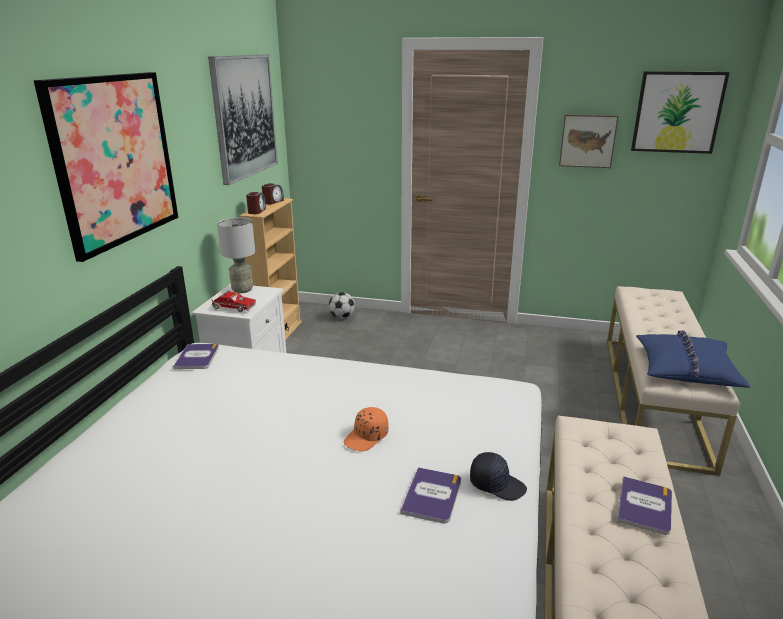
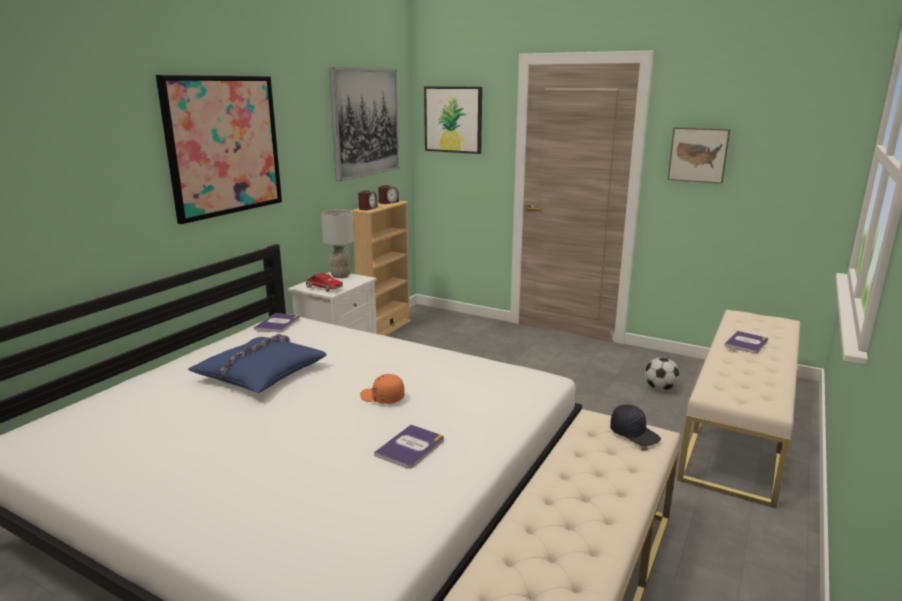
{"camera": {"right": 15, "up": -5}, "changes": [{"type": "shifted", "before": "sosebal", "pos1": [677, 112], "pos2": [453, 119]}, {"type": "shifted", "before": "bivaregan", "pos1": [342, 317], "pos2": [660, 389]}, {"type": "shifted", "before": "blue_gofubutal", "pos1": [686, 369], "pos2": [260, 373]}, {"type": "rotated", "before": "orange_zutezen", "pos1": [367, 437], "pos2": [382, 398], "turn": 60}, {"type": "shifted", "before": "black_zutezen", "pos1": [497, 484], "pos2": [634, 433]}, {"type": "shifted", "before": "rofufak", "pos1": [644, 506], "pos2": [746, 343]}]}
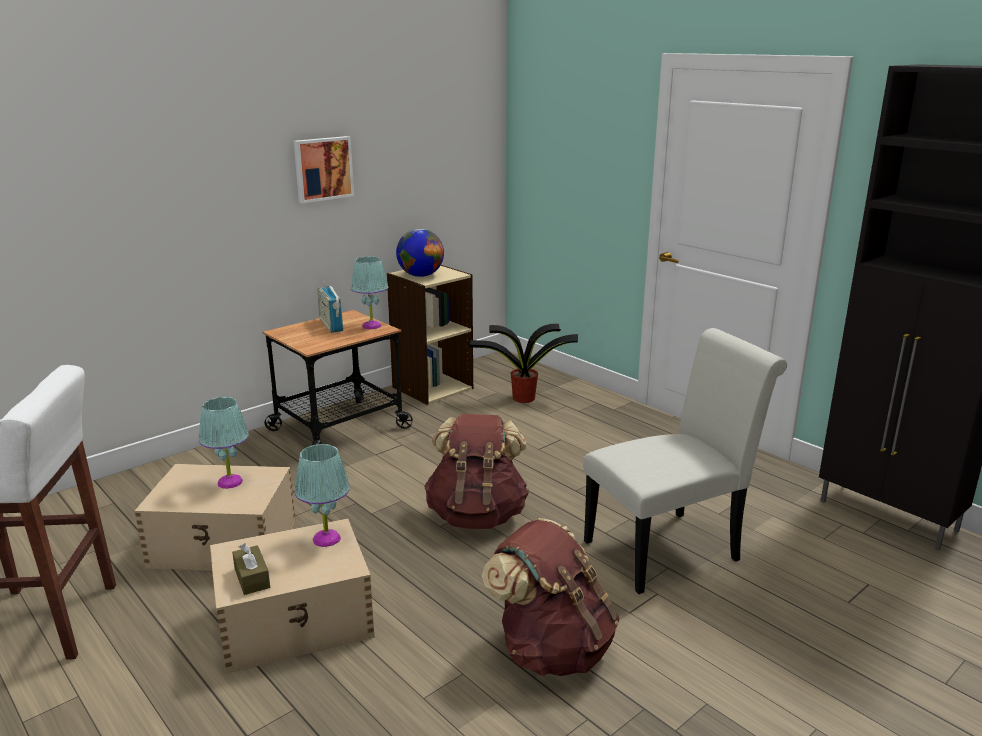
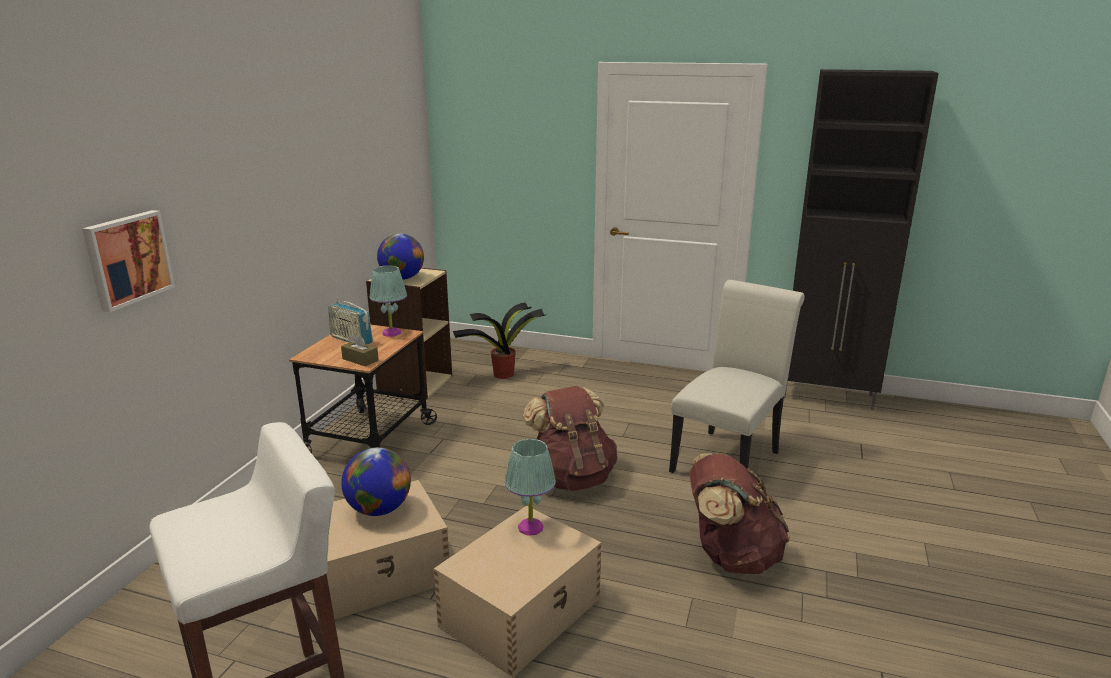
{"camera": {"right": -30, "up": 0}, "changes": [{"type": "shifted", "before": "sosebal", "pos1": [322, 168], "pos2": [127, 259]}, {"type": "swapped", "before": "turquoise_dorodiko", "after": "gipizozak", "pos1": [230, 482], "pos2": [379, 509]}, {"type": "shifted", "before": "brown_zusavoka", "pos1": [252, 578], "pos2": [360, 360]}]}
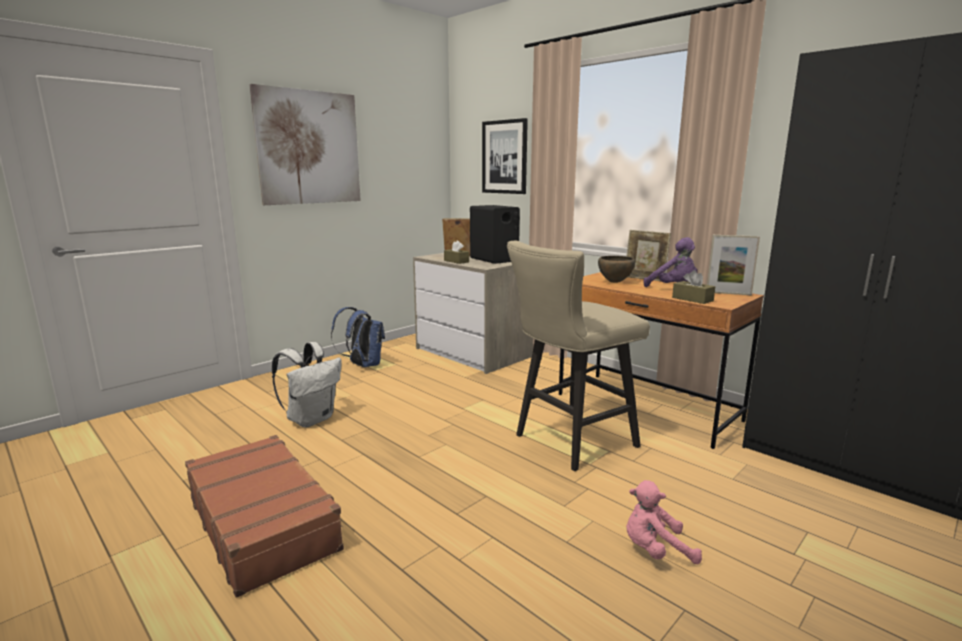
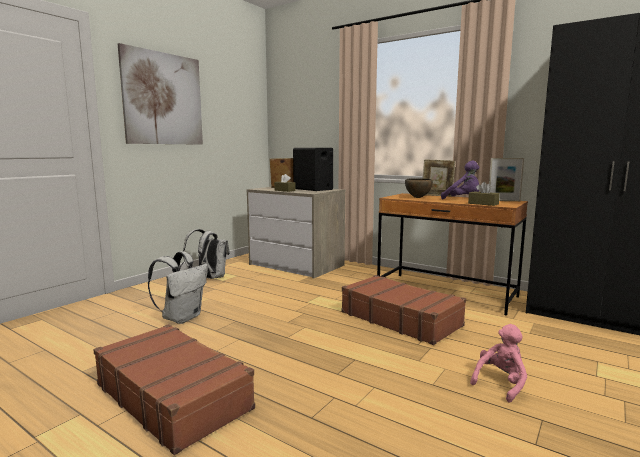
{"camera": {"right": -10, "up": -5}, "changes": [{"type": "gone", "before": "sosebal", "pos1": [504, 157]}, {"type": "swapped", "before": "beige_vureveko", "after": "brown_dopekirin", "pos1": [569, 442], "pos2": [400, 319]}, {"type": "repainted", "before": "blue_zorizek", "after": "white_zorizek", "pos1": [362, 365], "pos2": [209, 278]}, {"type": "rotated", "before": "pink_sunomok", "pos1": [655, 550], "pos2": [500, 383], "turn": 150}]}
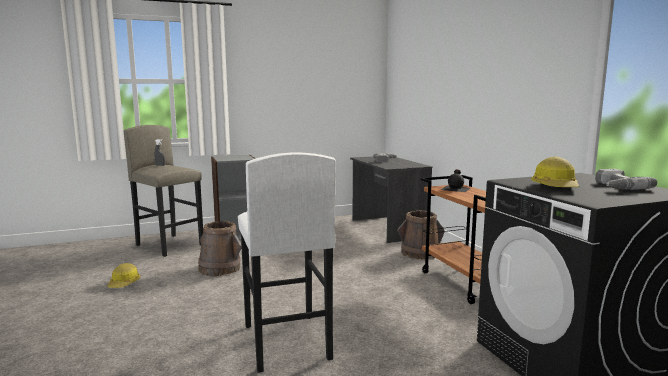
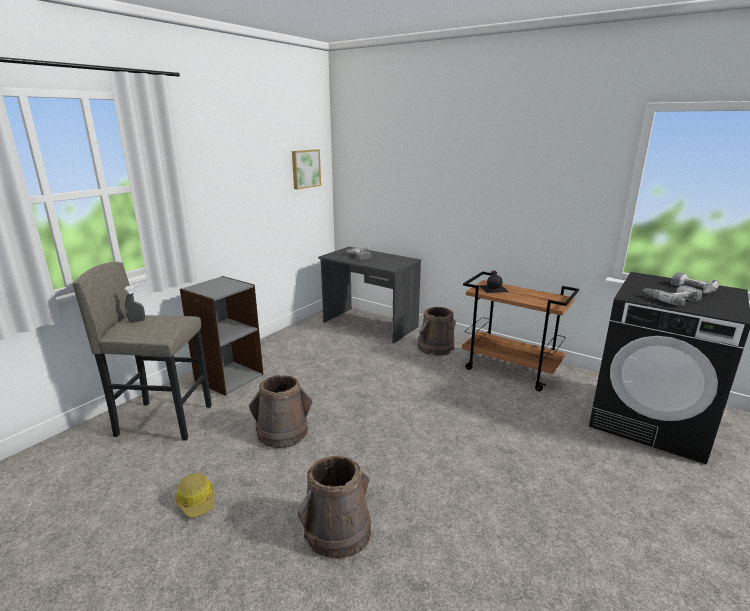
{"camera": {"right": -35, "up": 10}, "changes": [{"type": "gone", "before": "white_vureveko", "pos1": [285, 342]}, {"type": "swapped", "before": "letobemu", "after": "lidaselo", "pos1": [555, 187], "pos2": [671, 298]}, {"type": "new", "after": "sosebal", "pos2": [305, 168]}, {"type": "new", "after": "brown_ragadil", "pos2": [338, 531]}]}
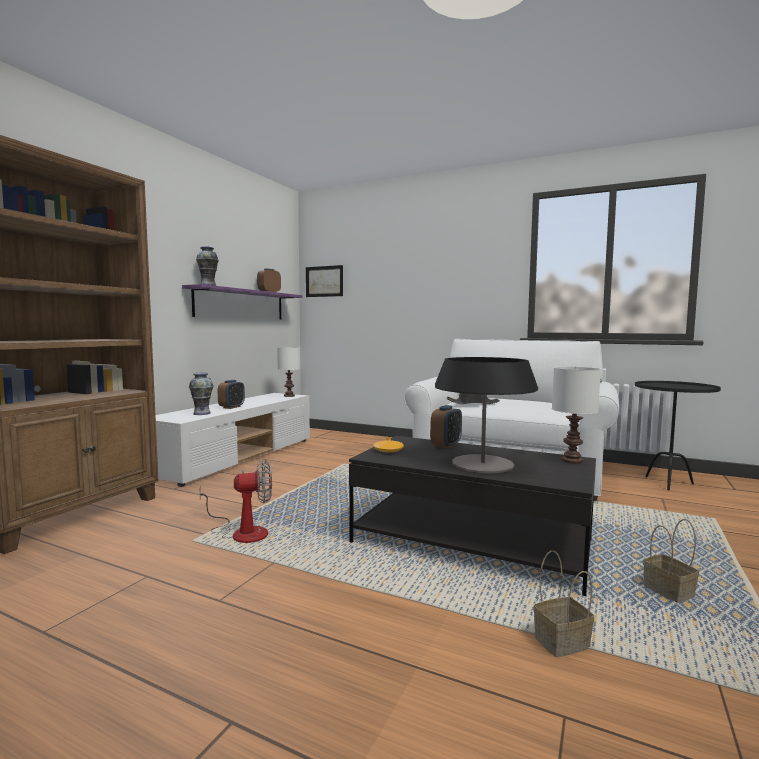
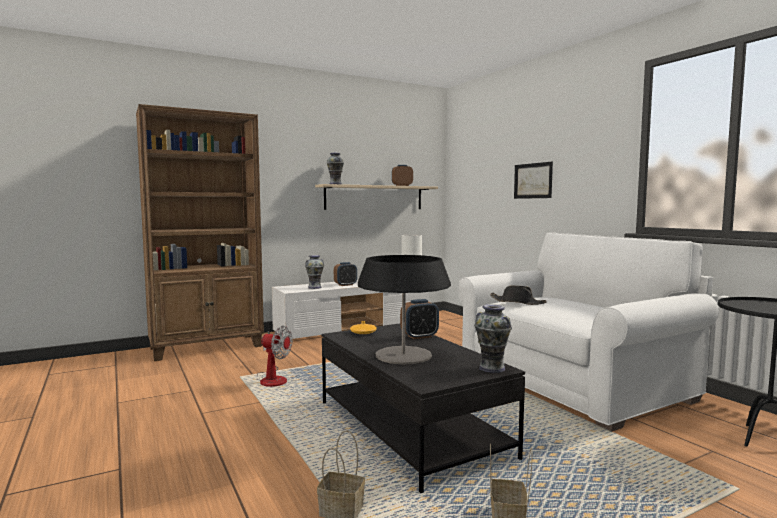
{"camera": {"right": 35, "up": 0}, "changes": [{"type": "shifted", "before": "sosebal", "pos1": [324, 281], "pos2": [533, 180]}, {"type": "repainted", "before": "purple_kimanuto", "after": "beige_kimanuto", "pos1": [241, 304], "pos2": [374, 197]}, {"type": "swapped", "before": "white_dorodiko", "after": "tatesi", "pos1": [573, 461], "pos2": [491, 368]}]}
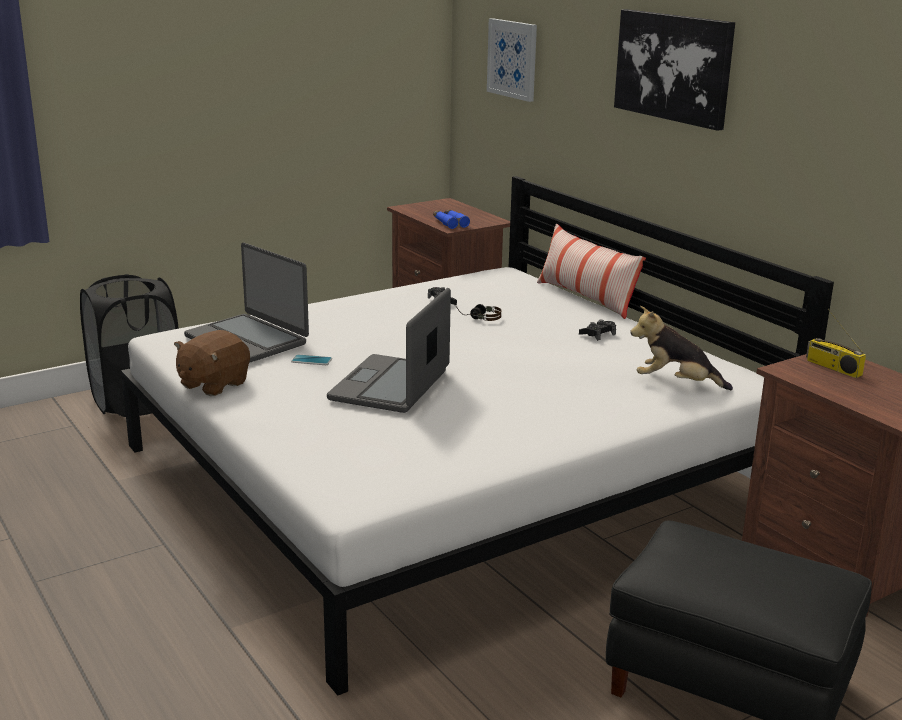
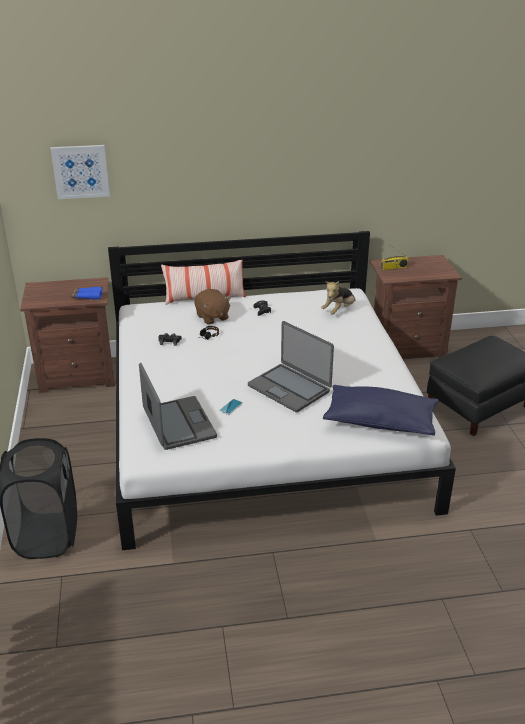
{"camera": {"right": -65, "up": 10}, "changes": [{"type": "gone", "before": "sosebal", "pos1": [674, 67]}, {"type": "rotated", "before": "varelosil", "pos1": [247, 340], "pos2": [178, 424], "turn": -90}, {"type": "shifted", "before": "brown_sunomok", "pos1": [213, 384], "pos2": [212, 317]}, {"type": "new", "after": "blue_gofubutal", "pos2": [380, 422]}]}
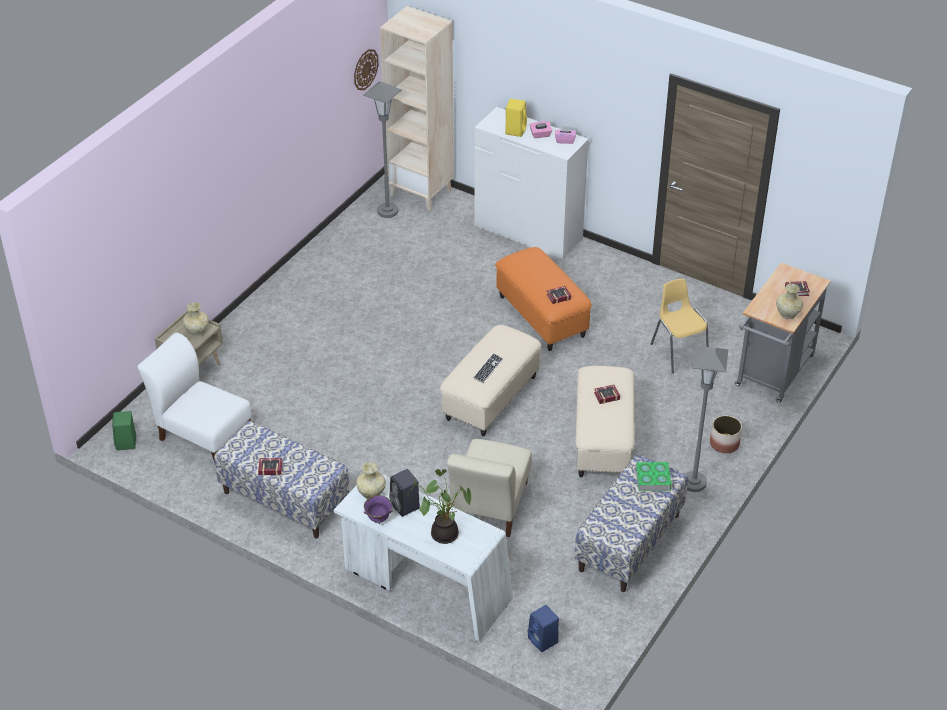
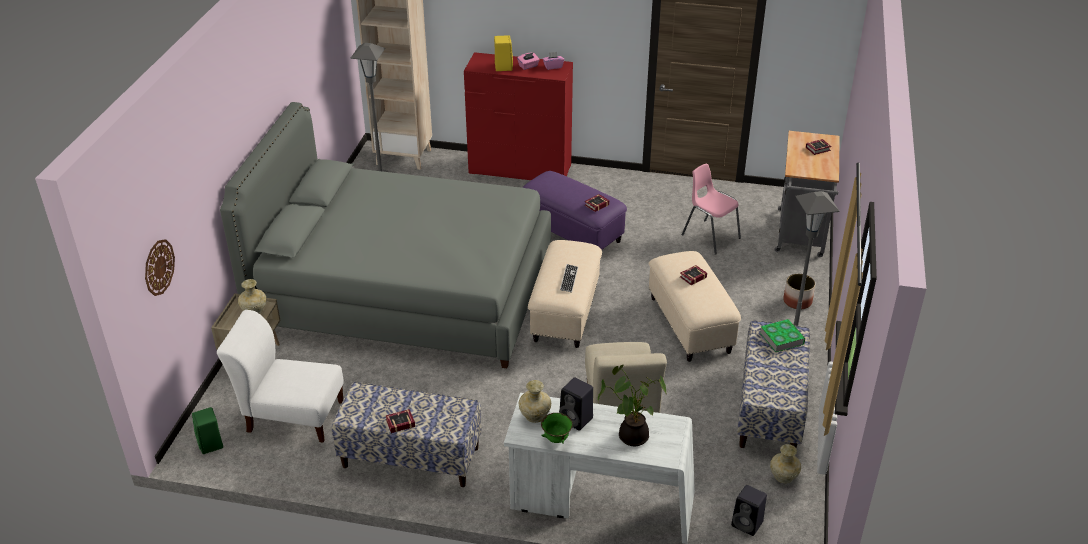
{"camera": {"right": -20, "up": -5}, "changes": [{"type": "shifted", "before": "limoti", "pos1": [365, 69], "pos2": [159, 267]}, {"type": "repainted", "before": "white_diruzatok", "after": "red_diruzatok", "pos1": [528, 233], "pos2": [520, 169]}, {"type": "repainted", "before": "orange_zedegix", "after": "purple_zedegix", "pos1": [542, 316], "pos2": [572, 233]}, {"type": "repainted", "before": "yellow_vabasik", "after": "pink_vabasik", "pos1": [678, 352], "pos2": [710, 236]}, {"type": "shifted", "before": "beige_tatesi", "pos1": [787, 314], "pos2": [783, 477]}, {"type": "repainted", "before": "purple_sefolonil", "after": "green_sefolonil", "pos1": [378, 519], "pos2": [556, 439]}, {"type": "repainted", "before": "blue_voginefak", "after": "black_voginefak", "pos1": [543, 641], "pos2": [748, 524]}, {"type": "new", "after": "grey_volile", "pos2": [404, 291]}]}
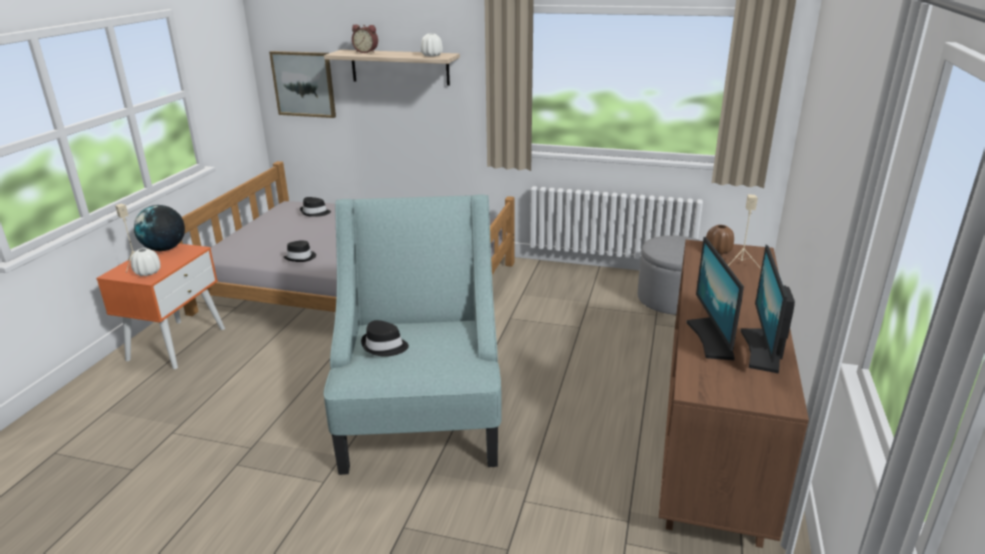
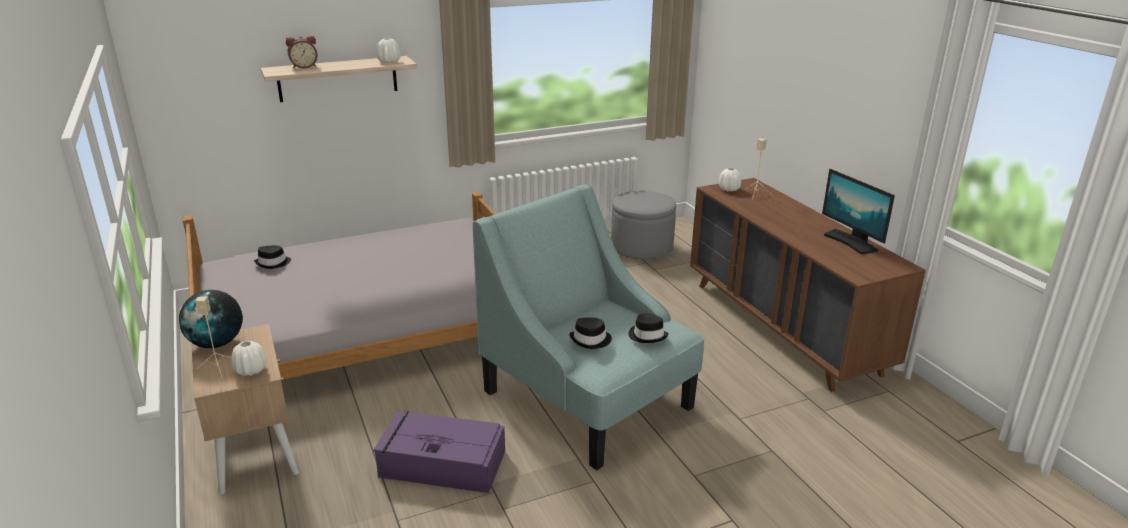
{"camera": {"right": -40, "up": 0}, "changes": [{"type": "gone", "before": "sosebal", "pos1": [304, 84]}, {"type": "repainted", "before": "brown_tatesi", "after": "white_tatesi", "pos1": [718, 251], "pos2": [729, 189]}, {"type": "gone", "before": "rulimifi", "pos1": [712, 339]}, {"type": "shifted", "before": "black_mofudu", "pos1": [301, 257], "pos2": [647, 335]}, {"type": "repainted", "before": "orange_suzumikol", "after": "beige_suzumikol", "pos1": [177, 343], "pos2": [254, 452]}, {"type": "new", "after": "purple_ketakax", "pos2": [440, 463]}]}
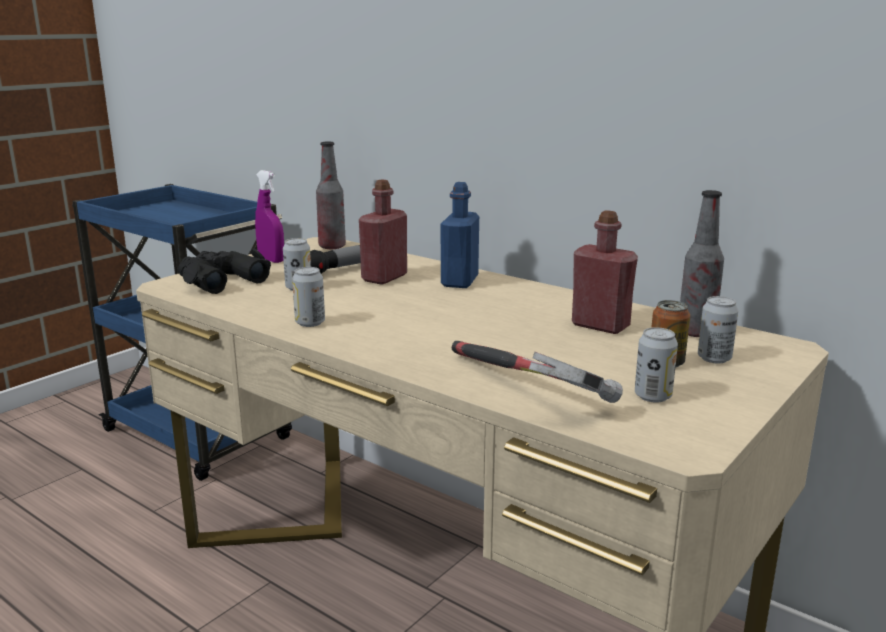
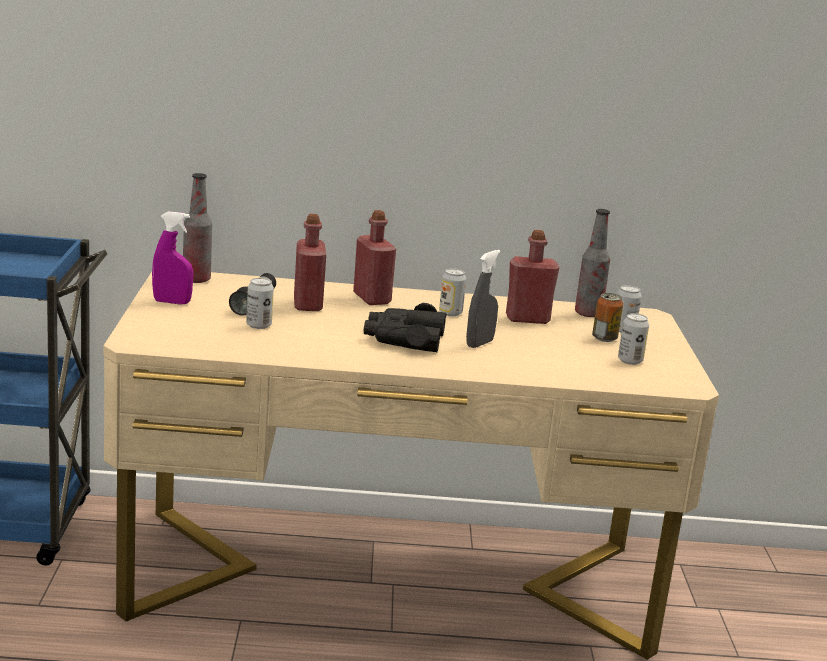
{"camera": {"right": -40, "up": 0}, "changes": [{"type": "repainted", "before": "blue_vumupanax", "after": "red_vumupanax", "pos1": [459, 281], "pos2": [372, 298]}, {"type": "shifted", "before": "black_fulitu", "pos1": [219, 280], "pos2": [404, 339]}, {"type": "shifted", "before": "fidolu", "pos1": [310, 323], "pos2": [450, 313]}, {"type": "gone", "before": "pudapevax", "pos1": [524, 390]}, {"type": "new", "after": "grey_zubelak", "pos2": [479, 344]}]}
